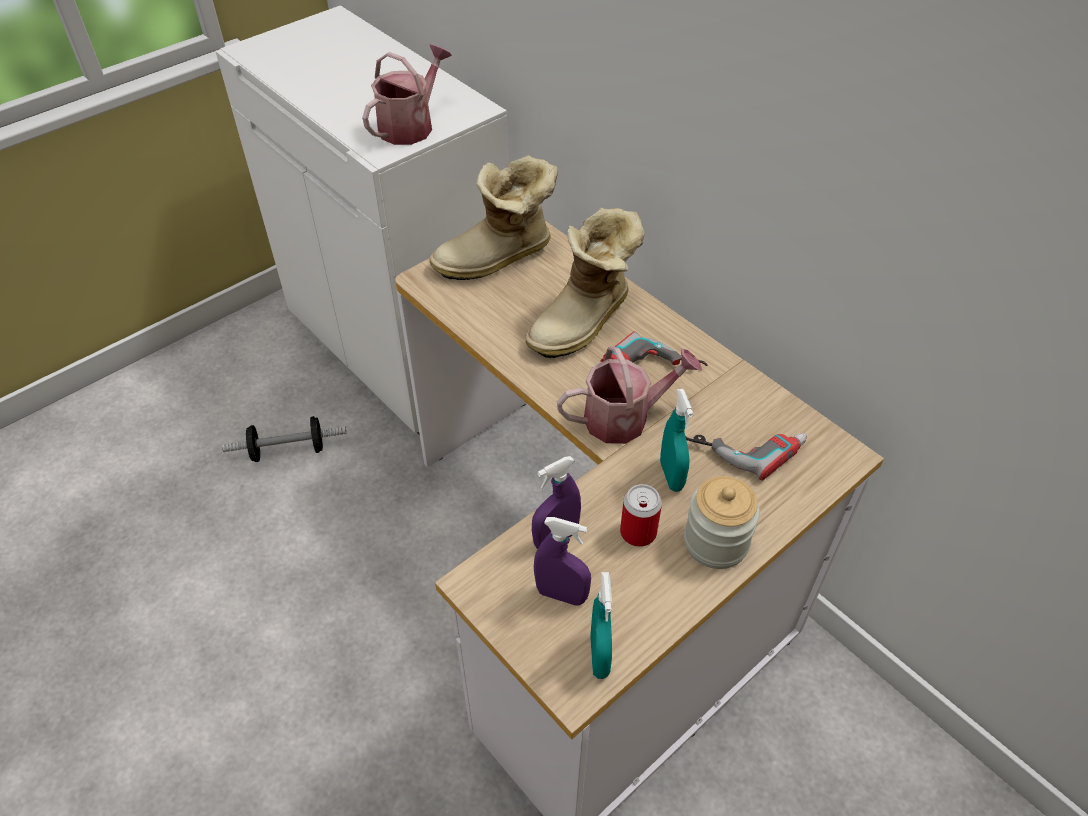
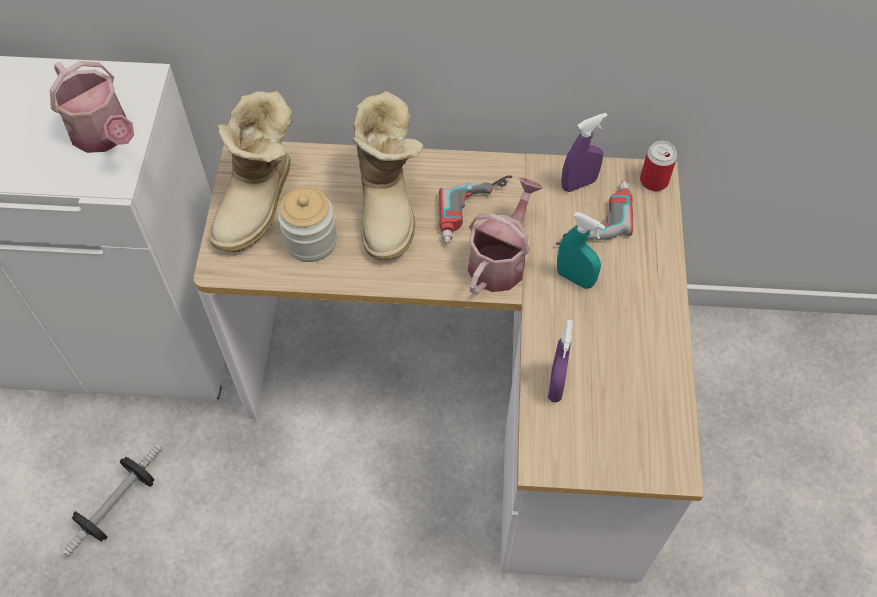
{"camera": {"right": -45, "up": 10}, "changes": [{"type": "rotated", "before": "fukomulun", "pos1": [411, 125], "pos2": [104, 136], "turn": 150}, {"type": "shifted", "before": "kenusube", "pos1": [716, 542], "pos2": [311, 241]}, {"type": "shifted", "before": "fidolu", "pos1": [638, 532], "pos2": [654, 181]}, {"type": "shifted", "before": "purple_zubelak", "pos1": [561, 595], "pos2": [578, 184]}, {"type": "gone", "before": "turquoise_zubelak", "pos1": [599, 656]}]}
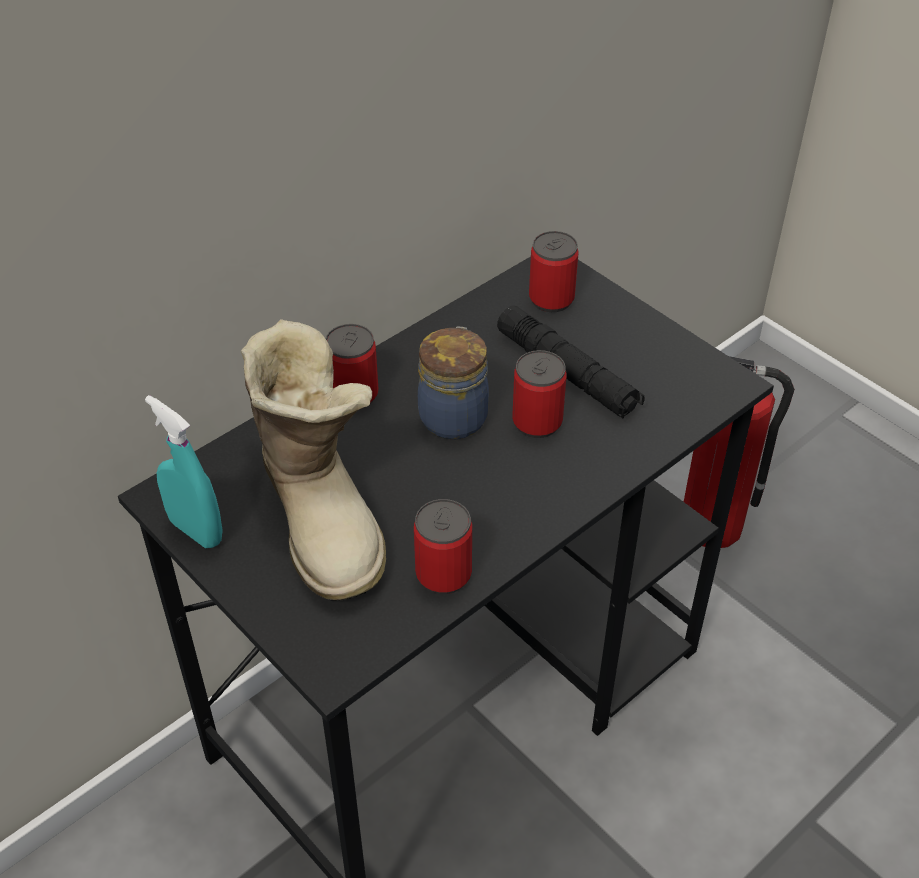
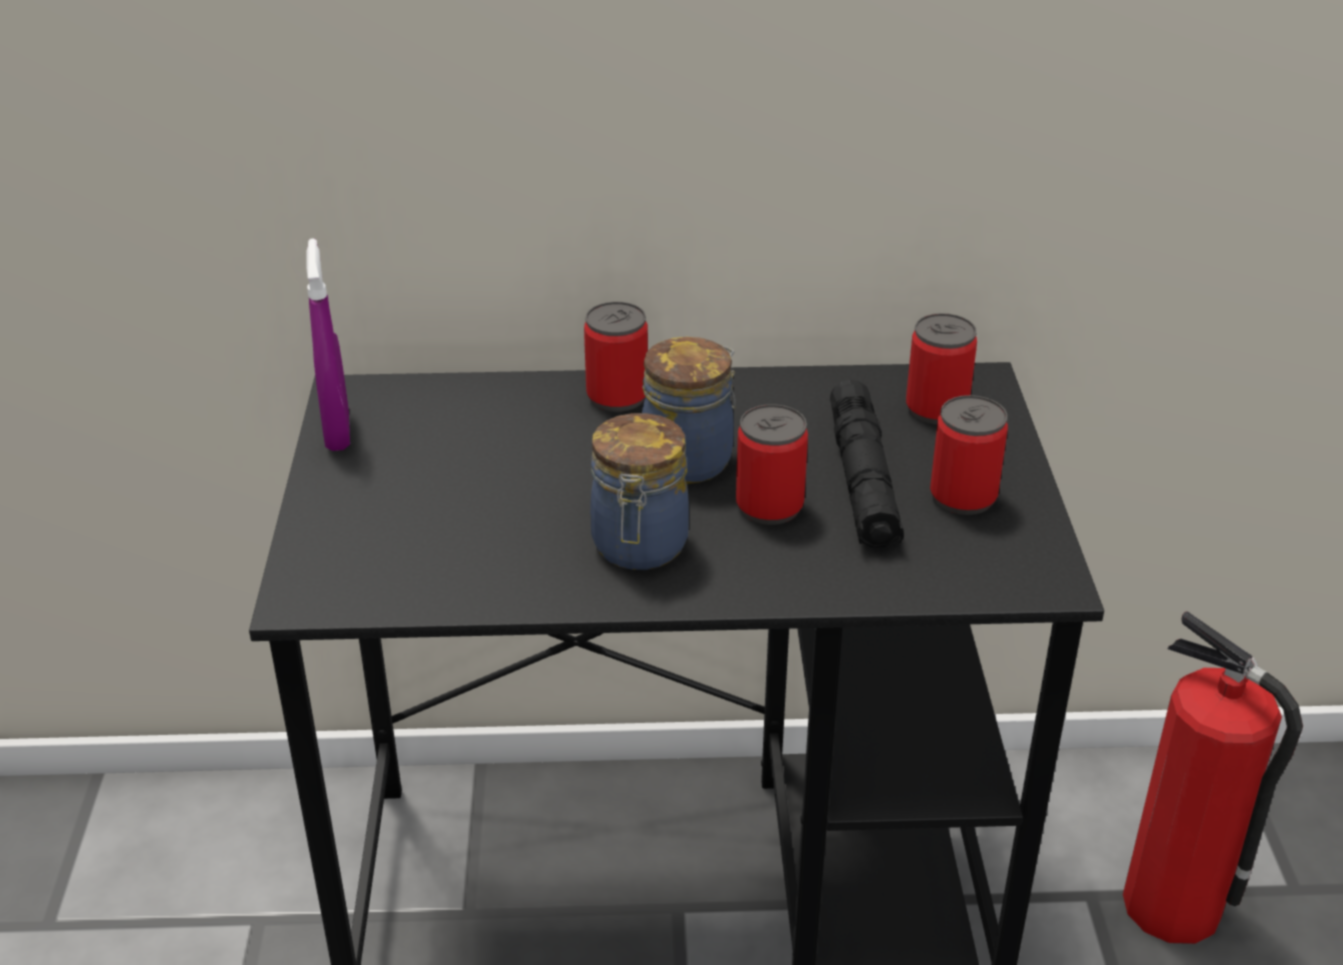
{"camera": {"right": 40, "up": -10}, "changes": [{"type": "gone", "before": "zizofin", "pos1": [325, 515]}, {"type": "repainted", "before": "turquoise_zubelak", "after": "purple_zubelak", "pos1": [196, 531], "pos2": [337, 432]}, {"type": "shifted", "before": "fidolu", "pos1": [443, 574], "pos2": [963, 497]}, {"type": "new", "after": "kenusube", "pos2": [639, 547]}]}
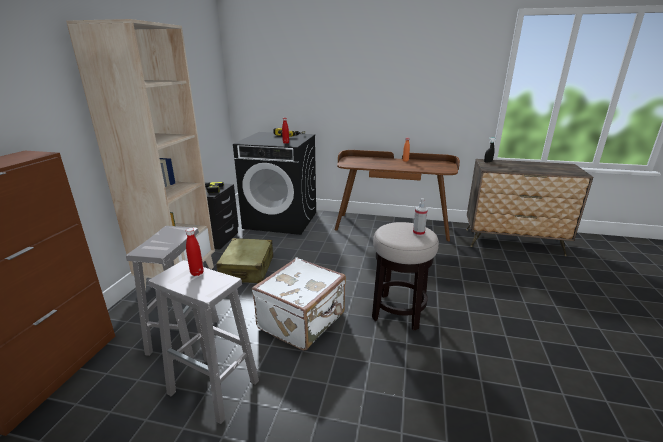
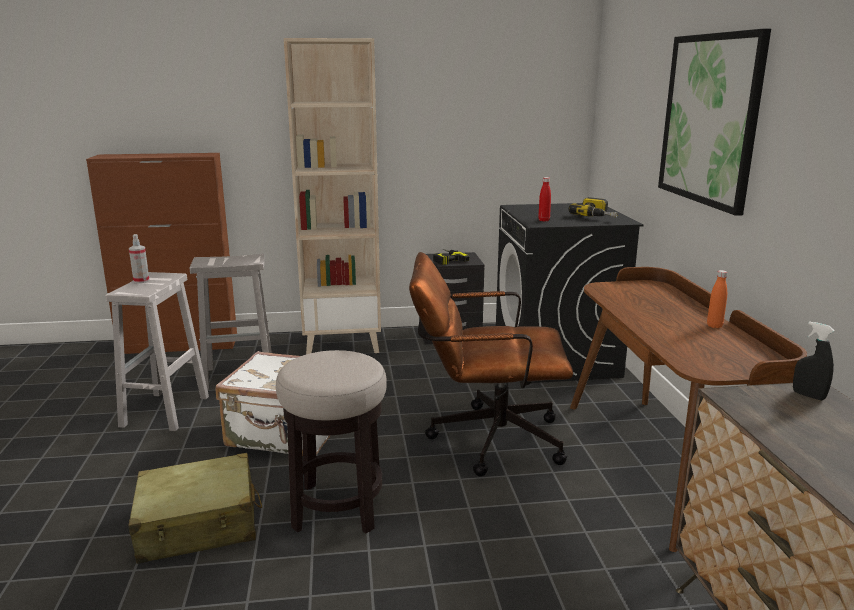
{"camera": {"right": 70, "up": -5}, "changes": [{"type": "shifted", "before": "zubelak", "pos1": [418, 233], "pos2": [141, 281]}, {"type": "gone", "before": "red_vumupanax", "pos1": [197, 273]}, {"type": "shifted", "before": "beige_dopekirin", "pos1": [247, 269], "pos2": [199, 524]}, {"type": "new", "after": "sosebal", "pos2": [710, 119]}, {"type": "new", "after": "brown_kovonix", "pos2": [485, 439]}]}
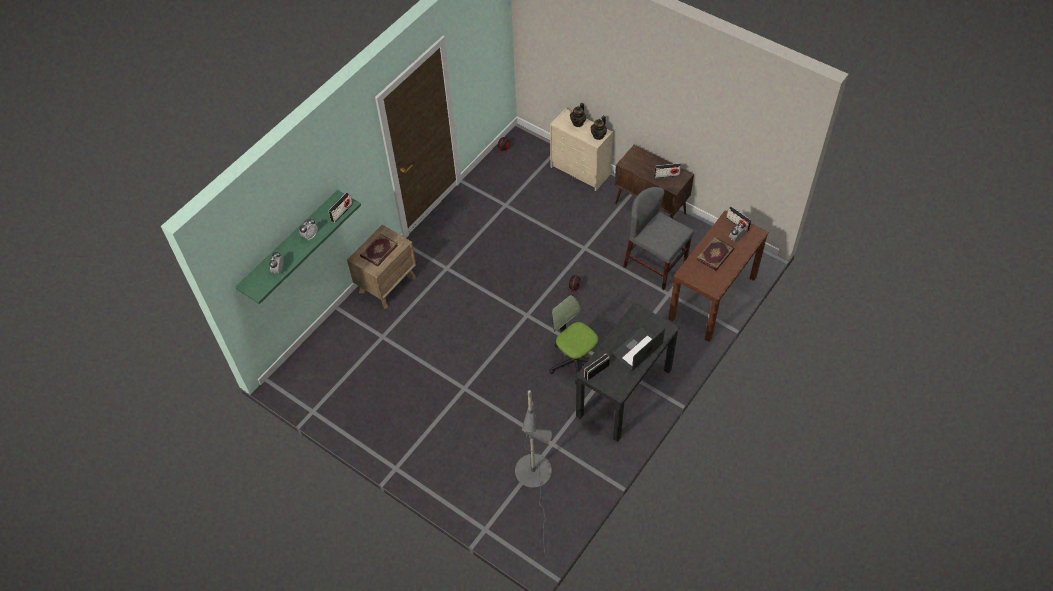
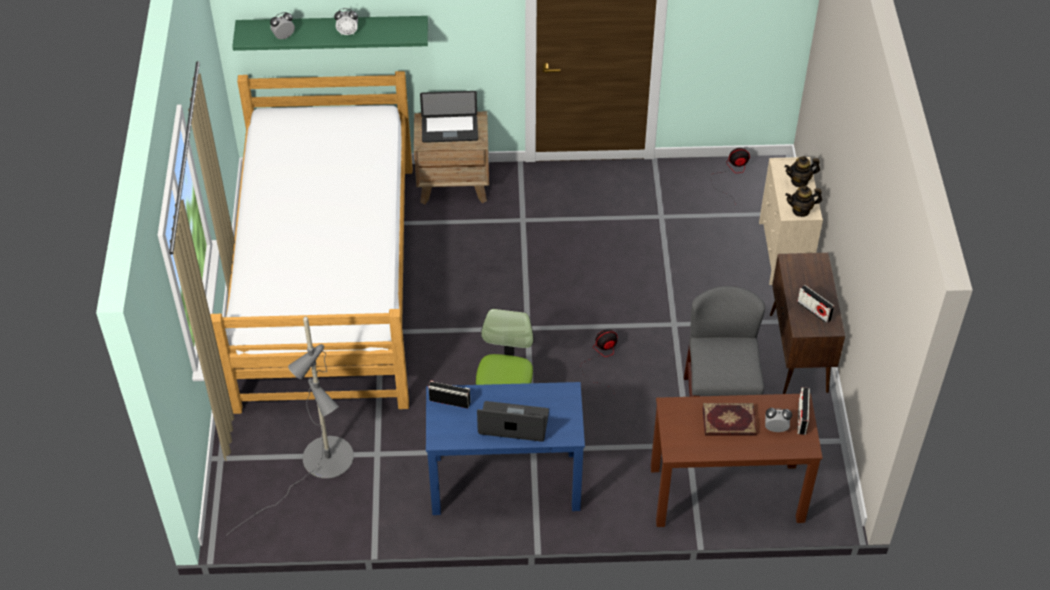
{"camera": {"right": 50, "up": -5}, "changes": [{"type": "gone", "before": "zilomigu", "pos1": [341, 212]}, {"type": "swapped", "before": "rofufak", "after": "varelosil", "pos1": [378, 250], "pos2": [449, 130]}, {"type": "repainted", "before": "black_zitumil", "after": "blue_zitumil", "pos1": [624, 393], "pos2": [504, 482]}, {"type": "new", "after": "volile", "pos2": [328, 282]}]}
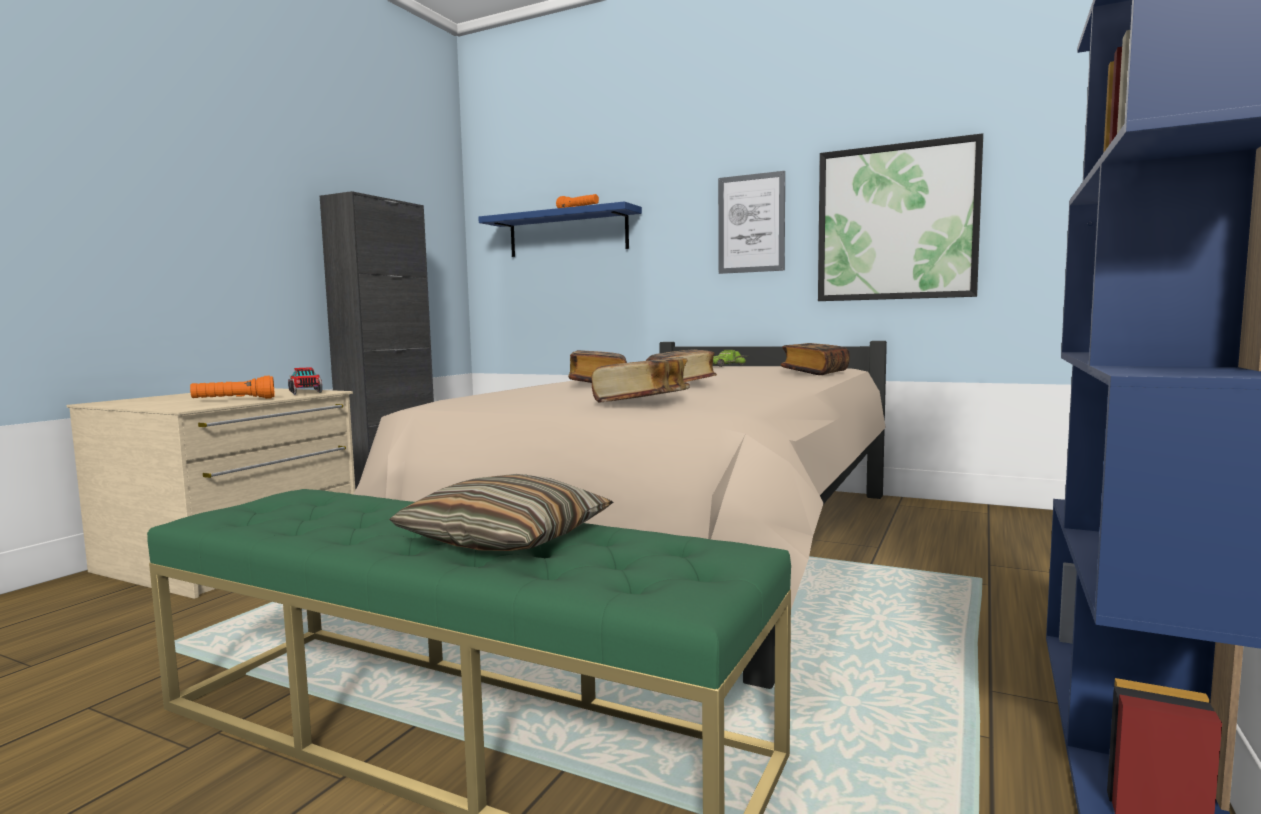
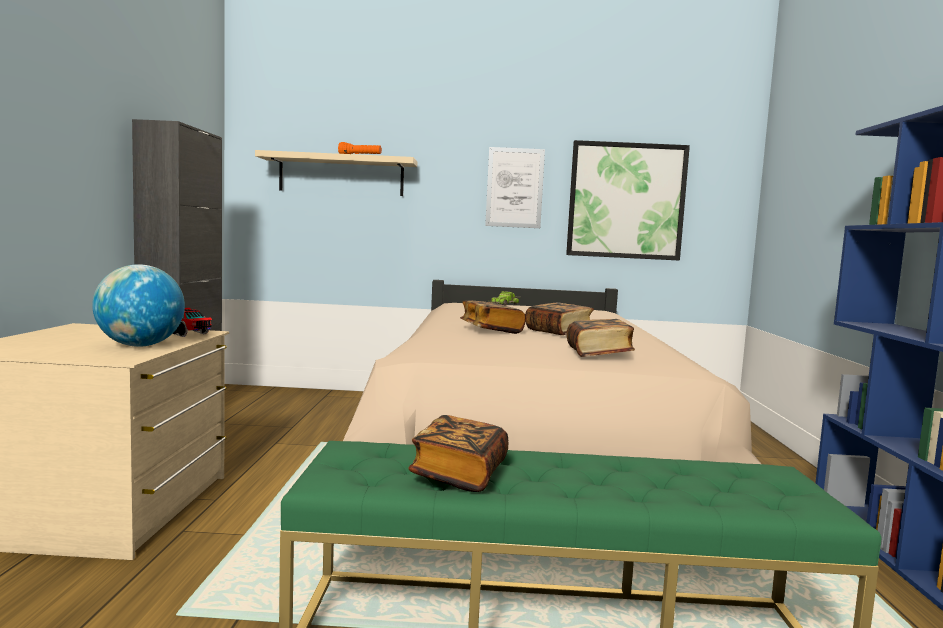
{"camera": {"right": -25, "up": 0}, "changes": [{"type": "repainted", "before": "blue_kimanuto", "after": "beige_kimanuto", "pos1": [567, 233], "pos2": [341, 175]}, {"type": "shifted", "before": "rofufak", "pos1": [815, 373], "pos2": [459, 474]}, {"type": "swapped", "before": "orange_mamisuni", "after": "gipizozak", "pos1": [234, 400], "pos2": [140, 345]}, {"type": "gone", "before": "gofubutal", "pos1": [506, 538]}]}
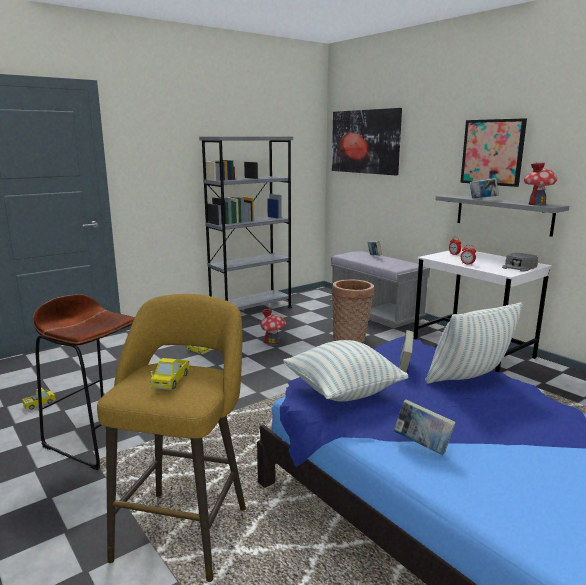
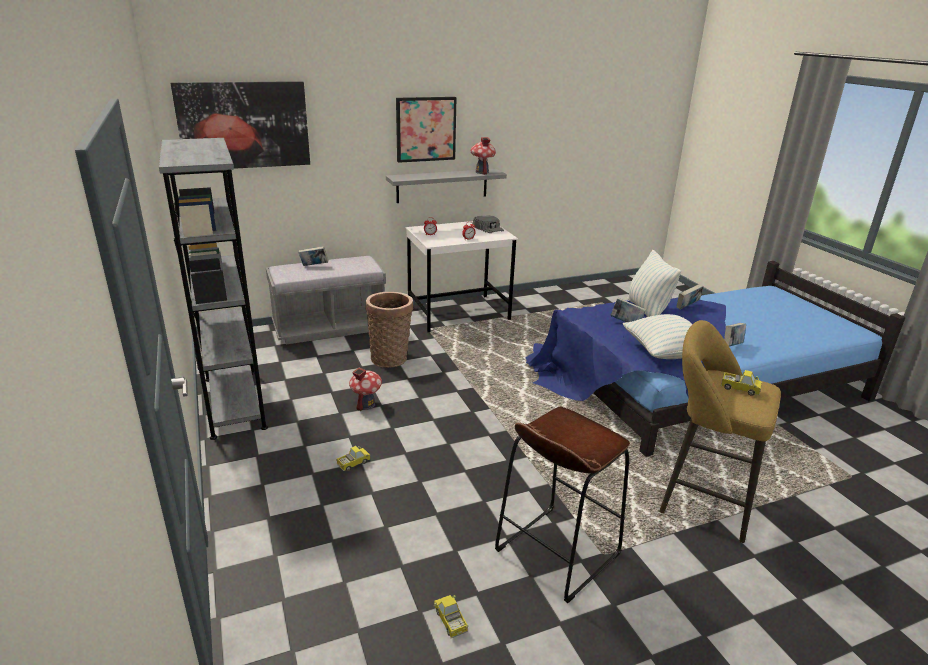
{"camera": {"right": -75, "up": 10}, "changes": [{"type": "shifted", "before": "rofufak", "pos1": [482, 199], "pos2": [687, 307]}]}
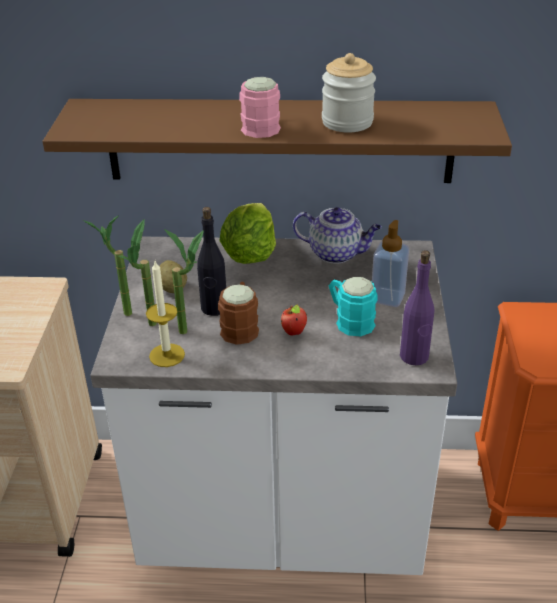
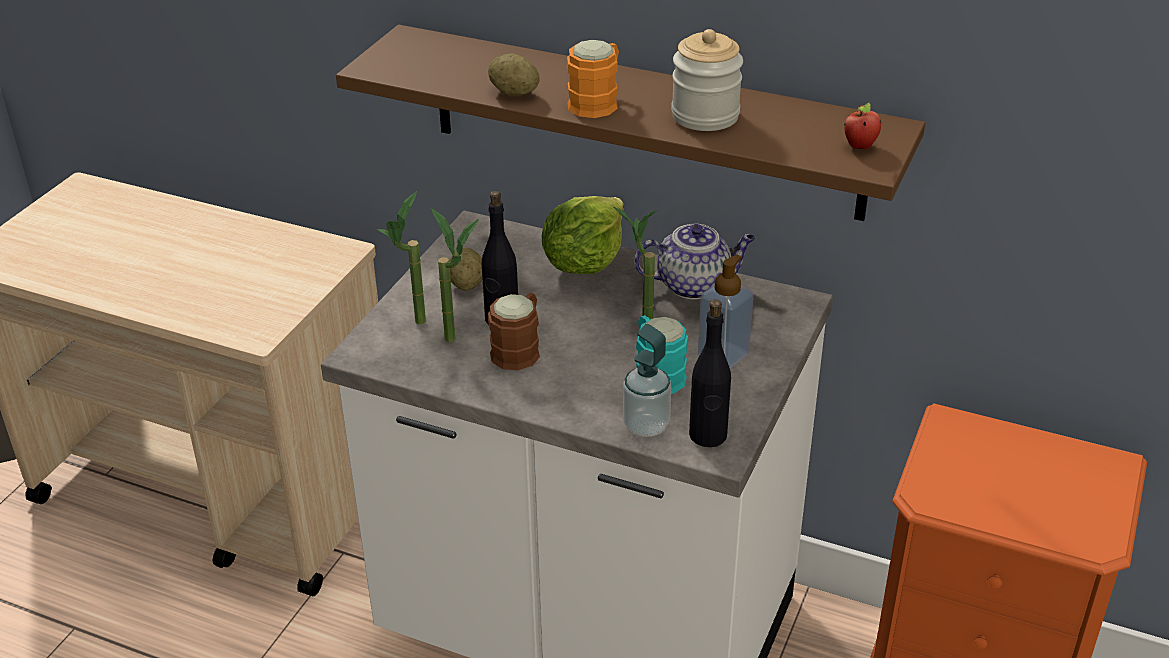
{"camera": {"right": 20, "up": 0}, "changes": [{"type": "repainted", "before": "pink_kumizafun", "after": "orange_kumizafun", "pos1": [262, 125], "pos2": [597, 101]}, {"type": "rotated", "before": "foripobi", "pos1": [337, 253], "pos2": [694, 285], "turn": -45}, {"type": "shifted", "before": "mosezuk", "pos1": [119, 312], "pos2": [637, 330]}, {"type": "repainted", "before": "purple_vumupanax", "after": "black_vumupanax", "pos1": [414, 356], "pos2": [708, 435]}, {"type": "gone", "before": "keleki", "pos1": [167, 355]}, {"type": "shifted", "before": "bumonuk", "pos1": [294, 333], "pos2": [861, 147]}, {"type": "new", "after": "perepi", "pos2": [514, 93]}, {"type": "new", "after": "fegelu", "pos2": [646, 426]}]}
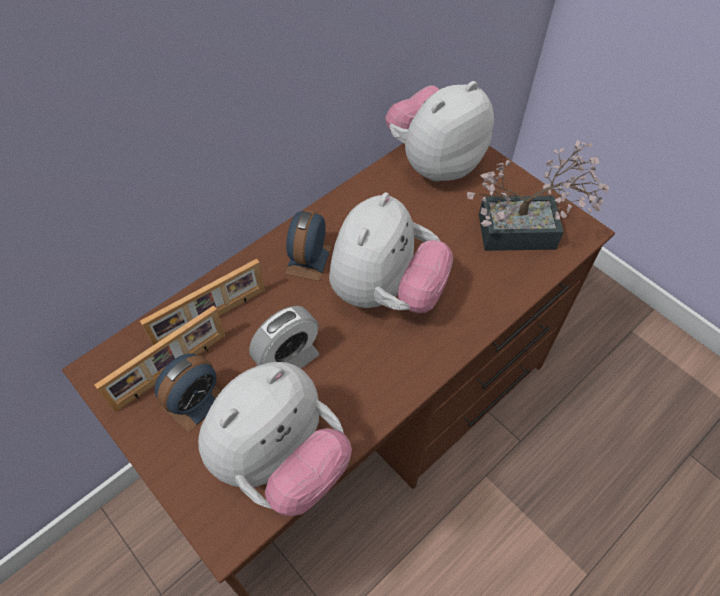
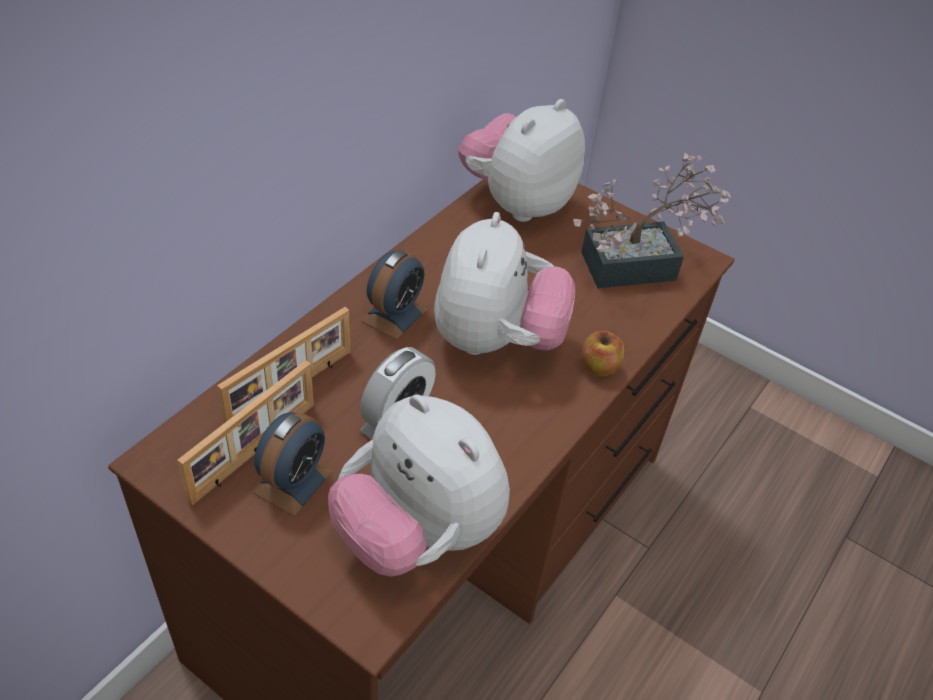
{"camera": {"right": -15, "up": -10}, "changes": [{"type": "rotated", "before": "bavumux", "pos1": [308, 260], "pos2": [394, 315], "turn": -150}, {"type": "rotated", "before": "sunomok", "pos1": [281, 461], "pos2": [417, 533], "turn": 105}, {"type": "new", "after": "bumonuk", "pos2": [599, 367]}]}
